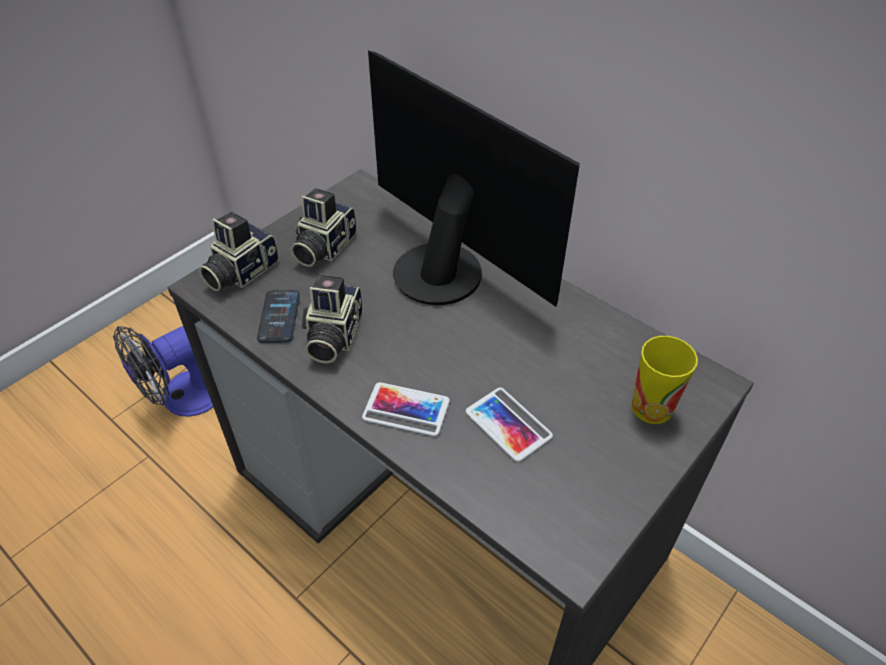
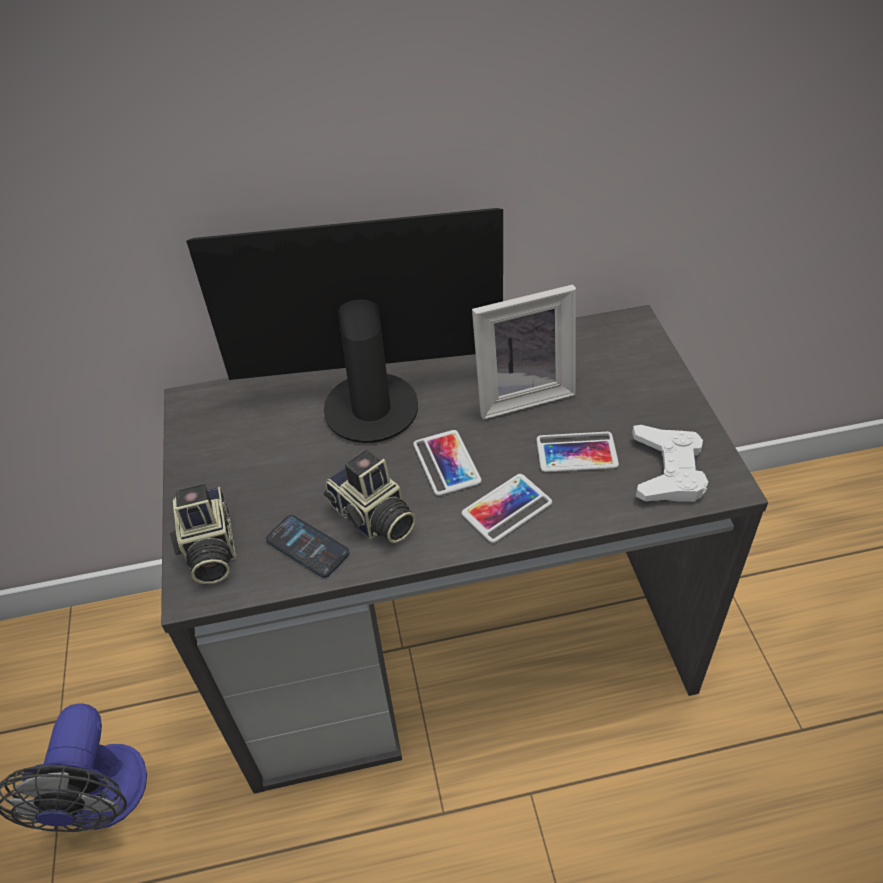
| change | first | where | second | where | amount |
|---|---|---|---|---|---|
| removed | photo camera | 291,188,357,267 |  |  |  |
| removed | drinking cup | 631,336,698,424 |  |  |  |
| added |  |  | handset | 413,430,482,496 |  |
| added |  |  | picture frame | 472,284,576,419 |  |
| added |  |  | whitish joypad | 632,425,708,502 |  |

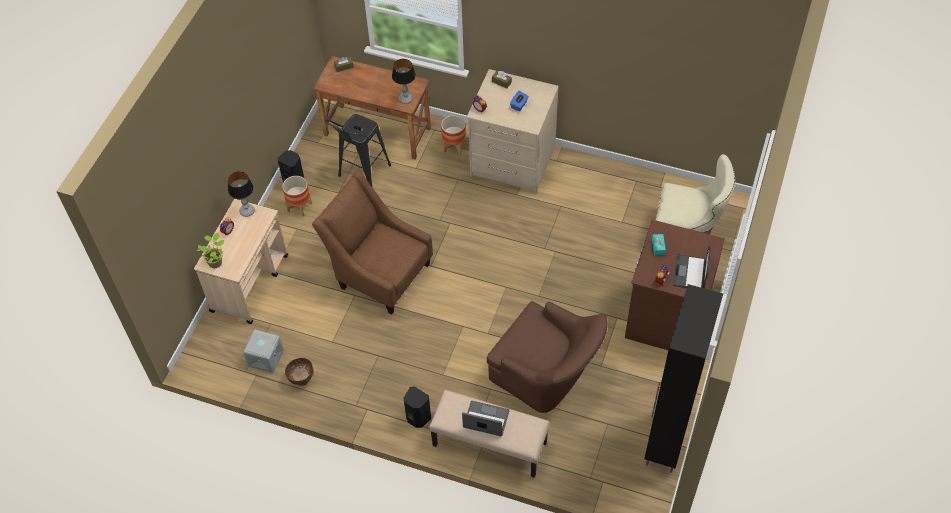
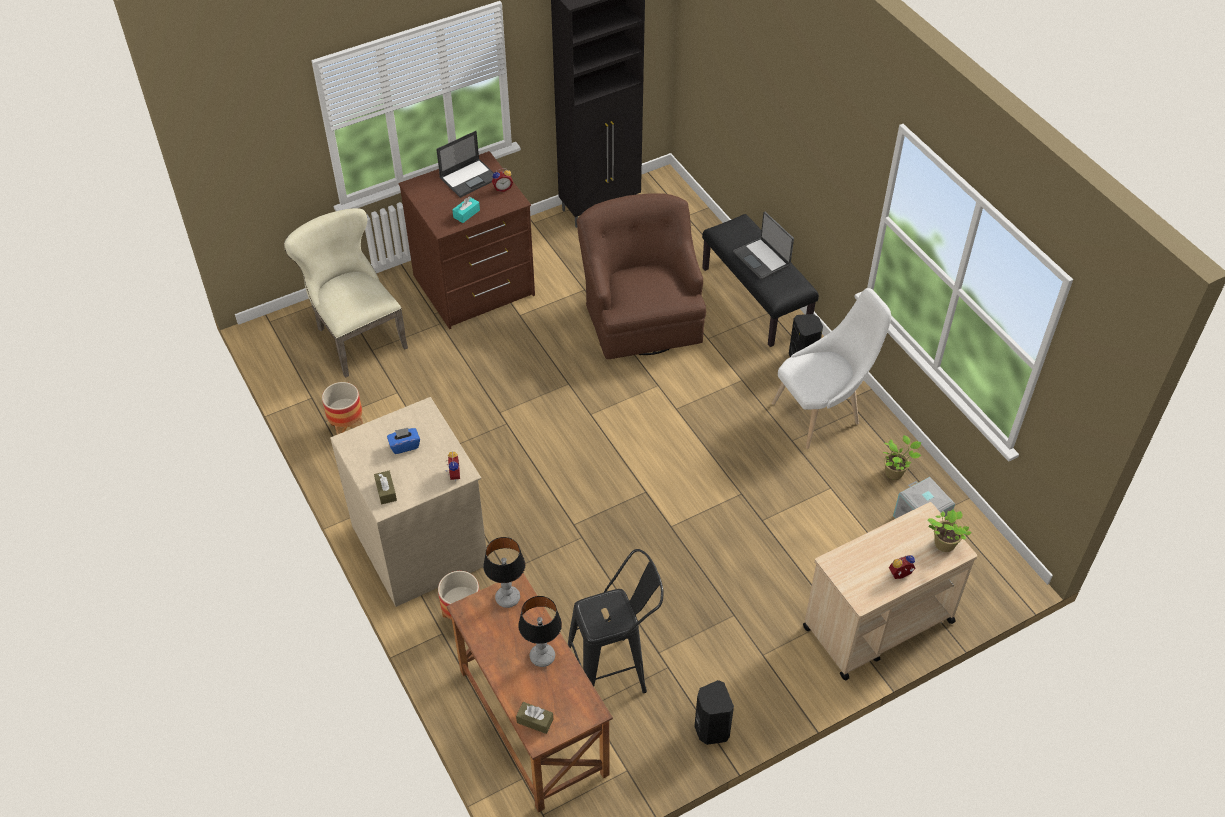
| change | first | where | second | where | amount |
|---|---|---|---|---|---|
| moved | table lamp | 228,171,255,217 |  | 518,596,562,667 |  |
| moved | planter | 282,176,312,217 |  | 322,382,363,435 |  |
| replaced | brown deep dish | 285,358,313,386 | houseplant | 883,435,921,480 |  |
| removed | brown easy chair | 312,171,433,314 |  |  |  |
| recoloured | beige bench | 429,390,550,478 | black bench | 702,214,819,347 |  |
| added |  |  | whitish upright chair | 772,288,891,449 |  |

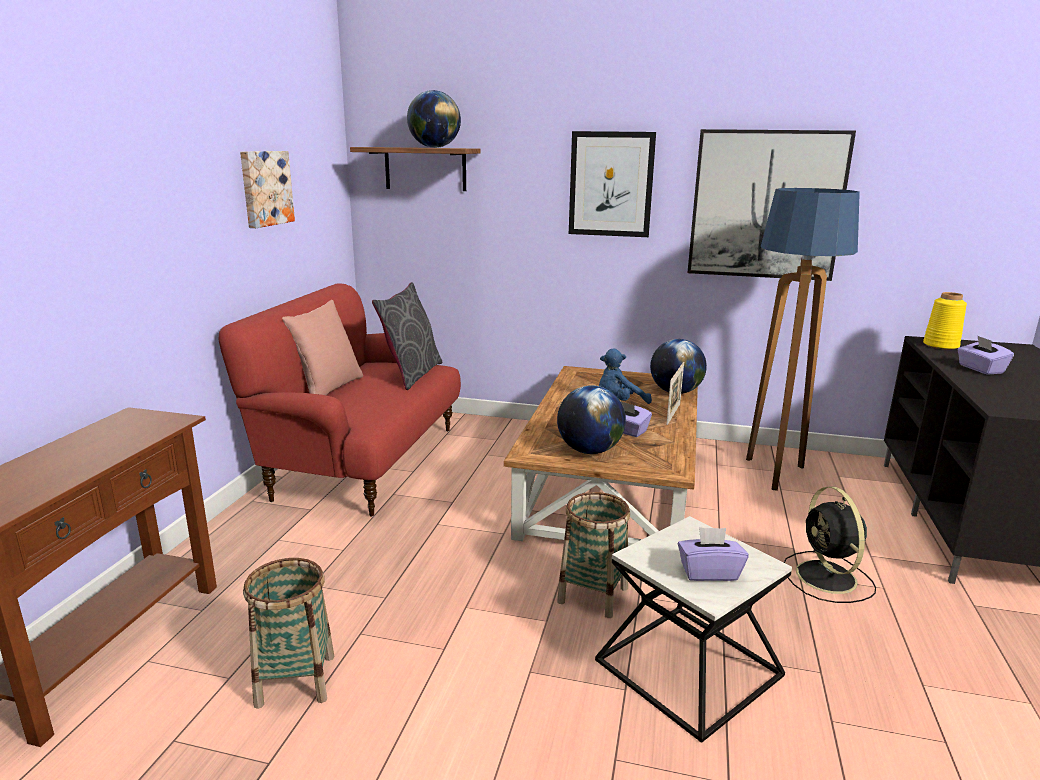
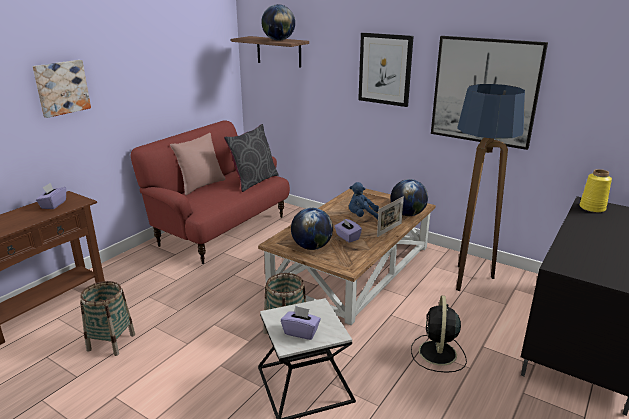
| change | first | where | second | where | amount |
|---|---|---|---|---|---|
| moved | wall art | 240,151,295,228 |  | 33,60,91,118 |  |
| moved | purple-coloured tissue holder | 957,335,1014,375 |  | 36,183,66,209 |  |

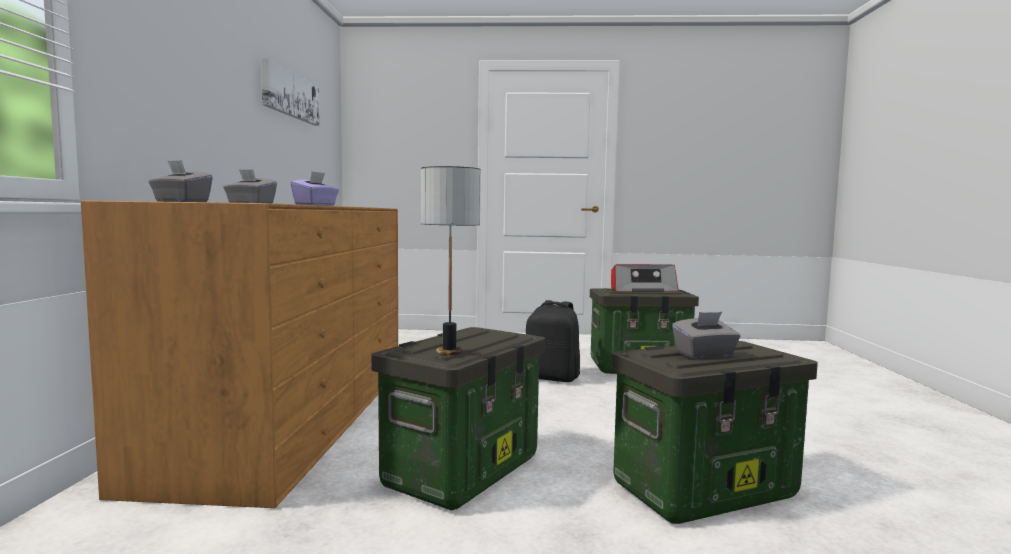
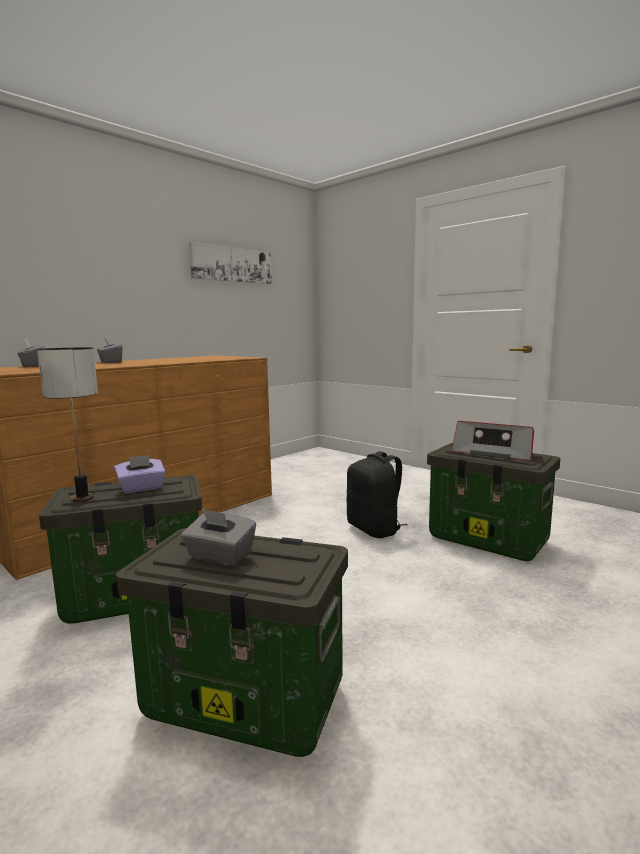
| change | first | where | second | where | amount |
|---|---|---|---|---|---|
| moved | purple-coloured tissue holder | 290,171,339,206 |  | 114,455,166,494 |  |

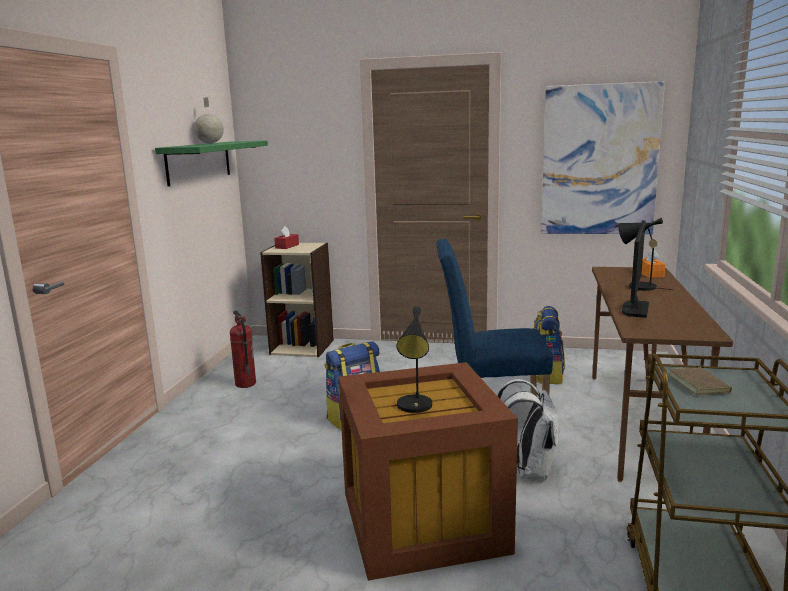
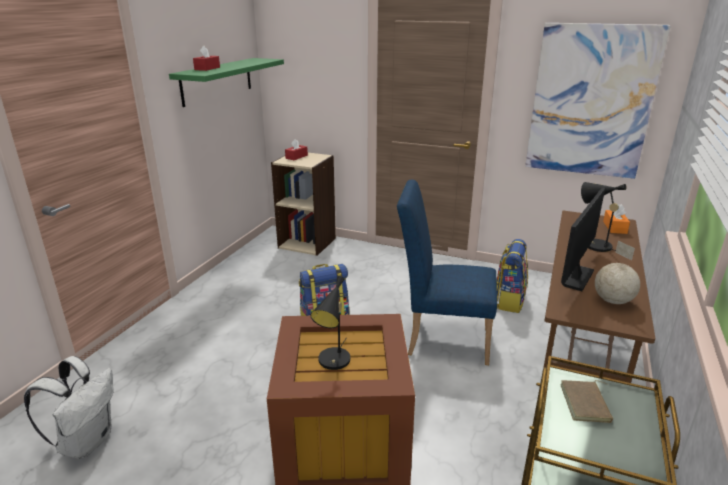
| change | first | where | second | where | amount |
|---|---|---|---|---|---|
| moved | desk globe | 194,97,224,144 |  | 595,241,640,304 |  |
| removed | fire extinguisher | 230,311,256,388 |  |  |  |
| moved | whitish knapsack | 497,379,560,480 |  | 24,356,114,459 |  |
| added |  |  | red-coloured tissue holder | 193,46,220,71 |  |

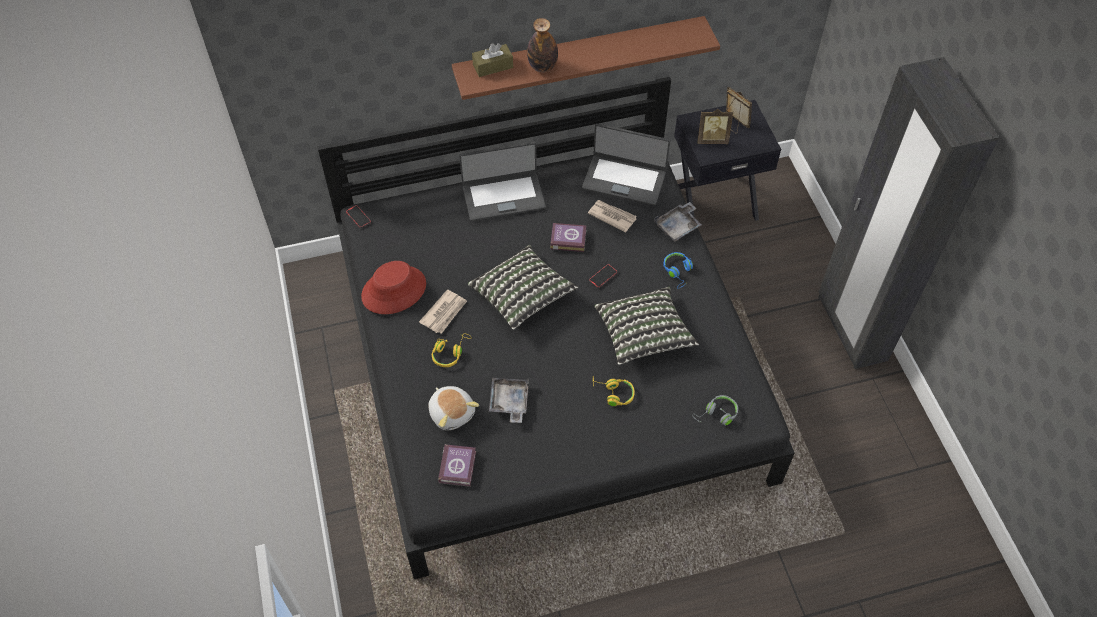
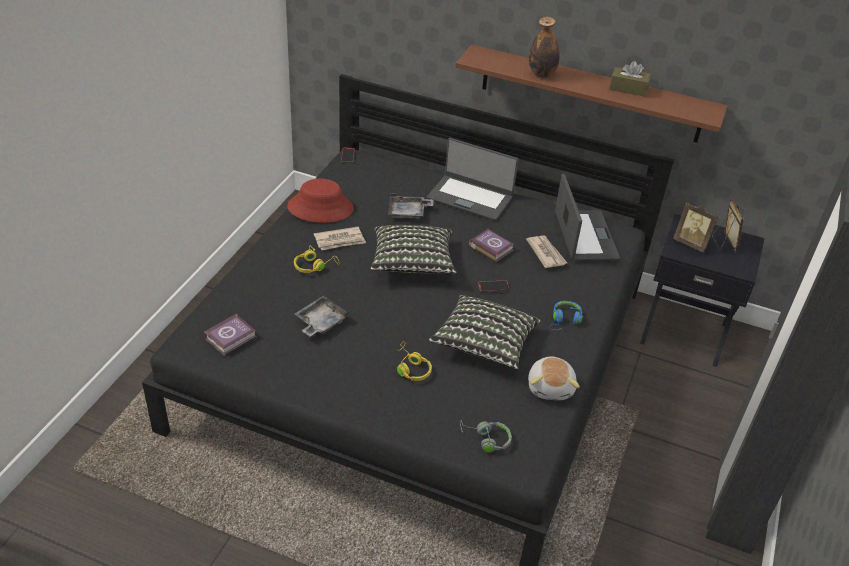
| change | first | where | second | where | amount |
|---|---|---|---|---|---|
| moved | plush toy | 428,386,479,430 |  | 528,356,580,400 |  |
| moved | brown tissue holder | 472,43,513,77 |  | 609,61,651,97 |  |
| turned | laptop | 582,123,670,205 |  | 555,174,620,261 | 150 degrees counterclockwise |
| moved | gray carrying tray | 654,202,702,241 |  | 388,193,434,219 |  |

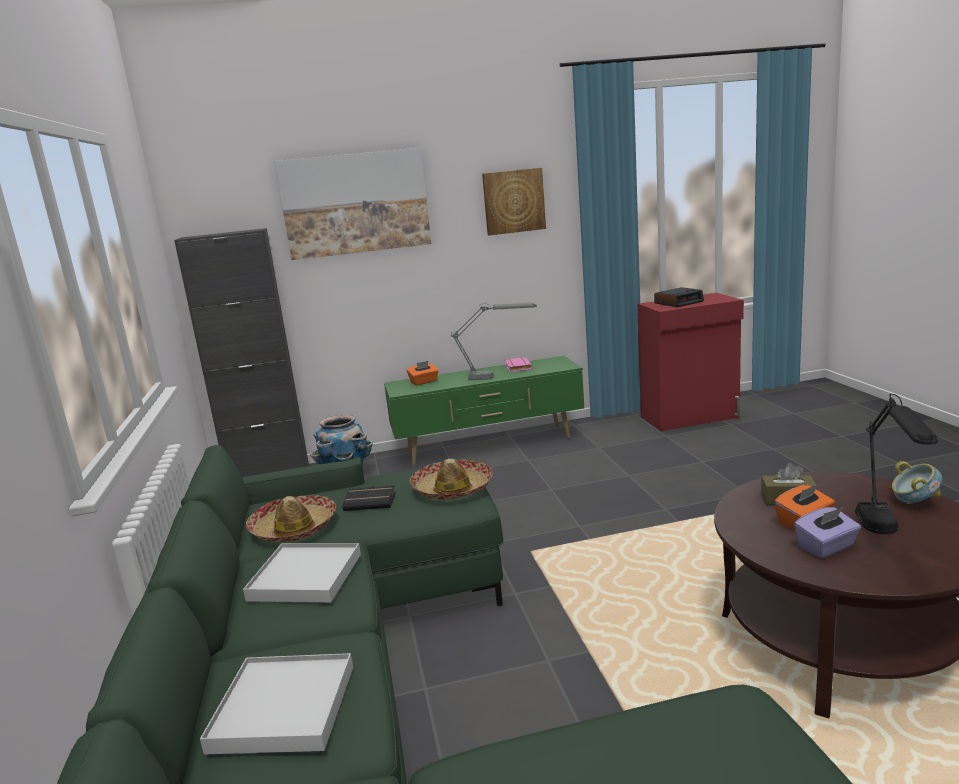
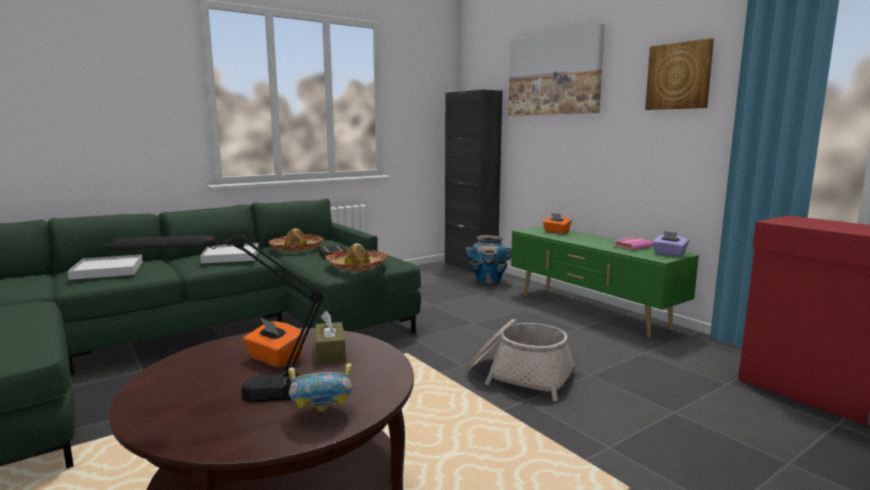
| change | first | where | second | where | amount |
|---|---|---|---|---|---|
| removed | gray table lamp | 452,303,537,380 |  |  |  |
| removed | bedside clock | 654,287,704,307 |  |  |  |
| moved | purple-coloured tissue holder | 794,507,861,558 |  | 652,231,689,257 |  |
| added |  |  | household basket | 467,319,577,401 |  |

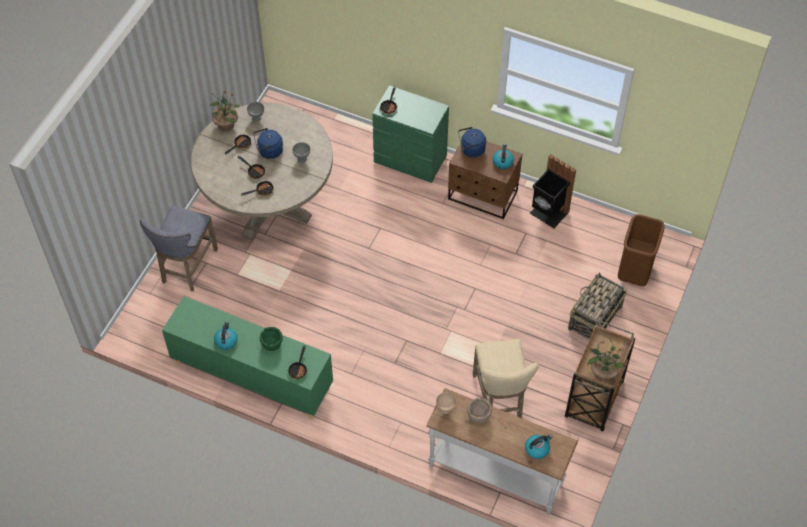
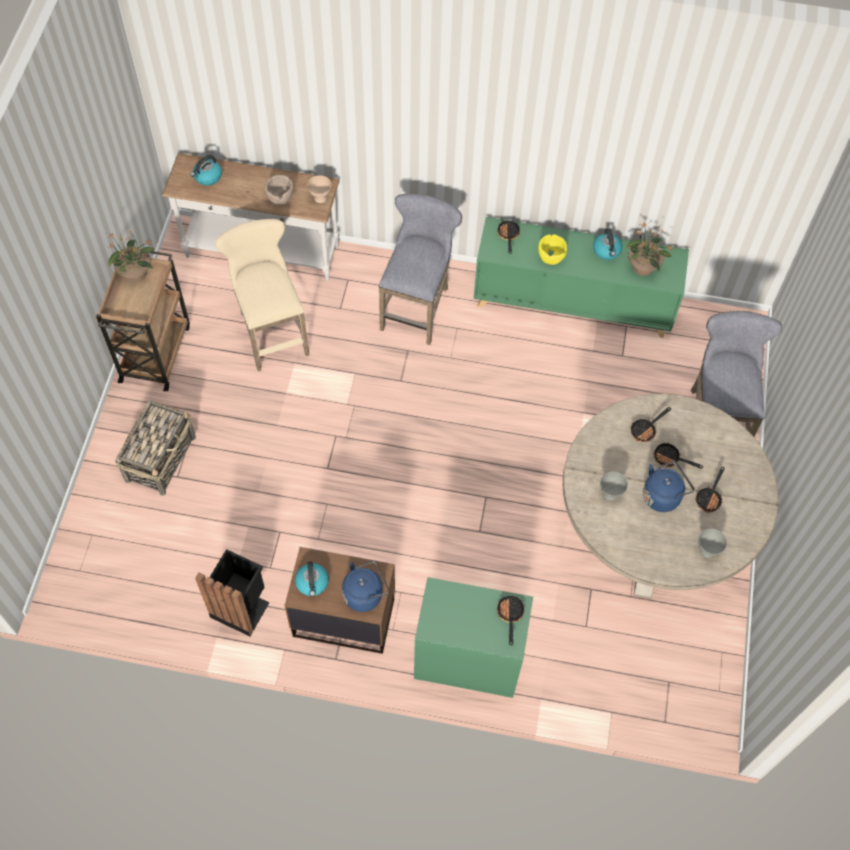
| change | first | where | second | where | amount |
|---|---|---|---|---|---|
| moved | houseplant | 209,90,240,131 |  | 626,223,673,276 |  |
| recoloured | greenish deep dish | 260,327,283,351 | yellow-coloured deep dish | 538,234,567,265 |  |
| removed | brown trash can | 618,214,665,286 |  |  |  |
| added |  |  | gray stool seat | 378,194,462,345 |  |

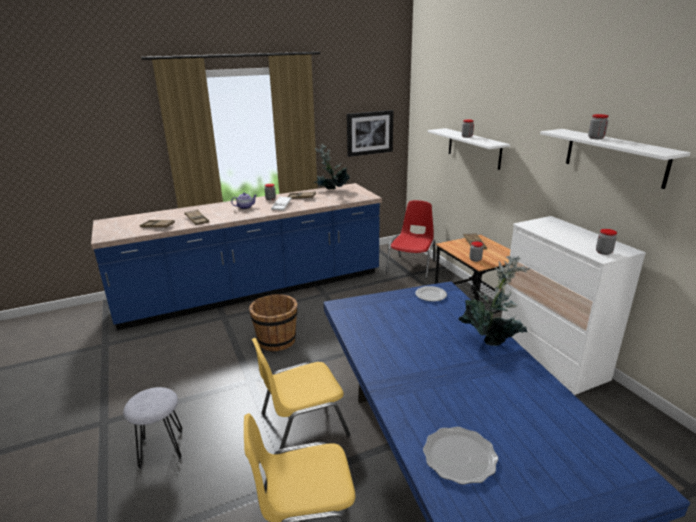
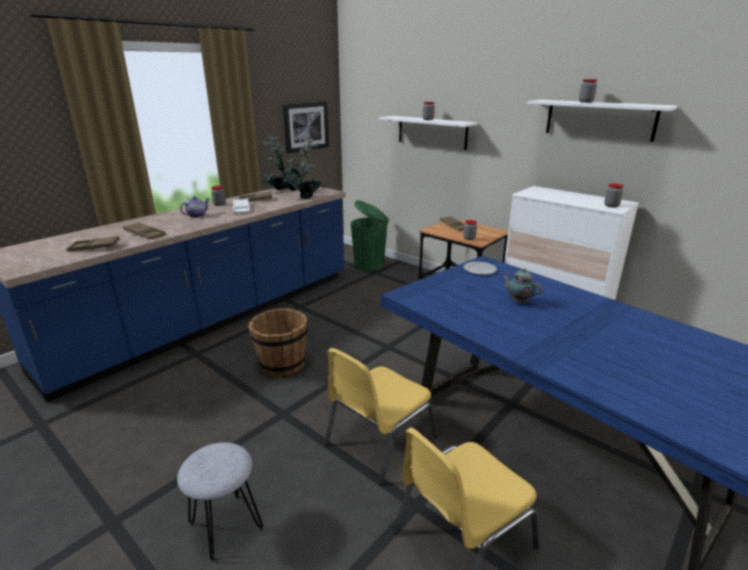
| change | first | where | second | where | amount |
|---|---|---|---|---|---|
| replaced | red-coloured upright chair | 386,200,435,279 | greenish trash can | 351,200,389,271 |  |
| removed | flat dish | 423,427,498,485 |  |  |  |
| moved | houseplant | 458,256,530,346 |  | 281,138,325,199 |  |
| added |  |  | teapot | 502,268,542,303 |  |

